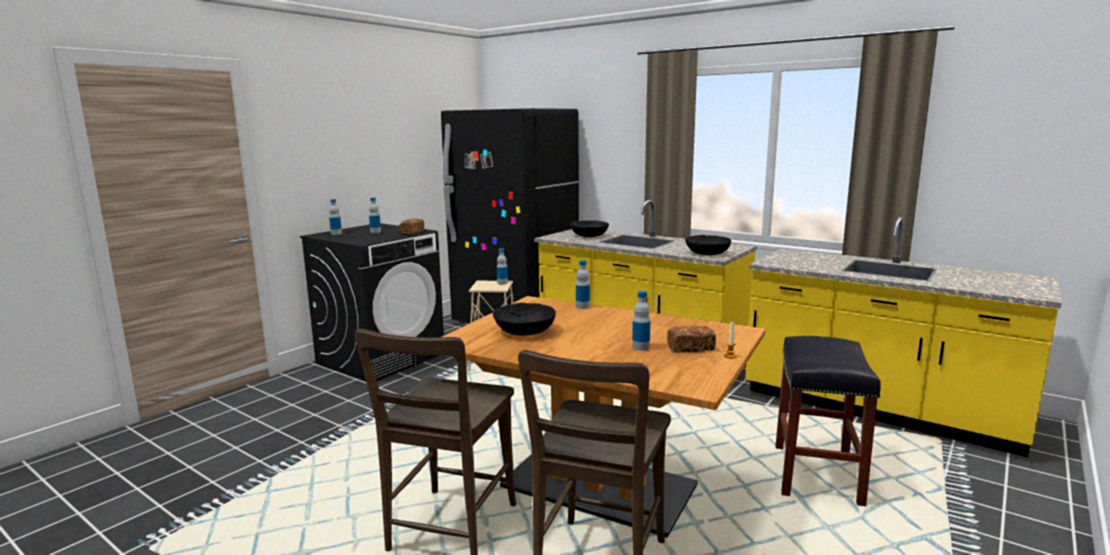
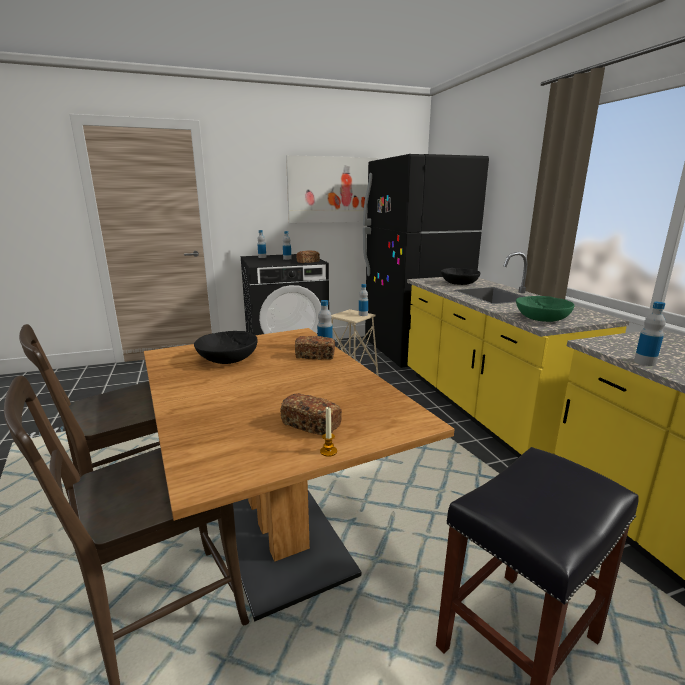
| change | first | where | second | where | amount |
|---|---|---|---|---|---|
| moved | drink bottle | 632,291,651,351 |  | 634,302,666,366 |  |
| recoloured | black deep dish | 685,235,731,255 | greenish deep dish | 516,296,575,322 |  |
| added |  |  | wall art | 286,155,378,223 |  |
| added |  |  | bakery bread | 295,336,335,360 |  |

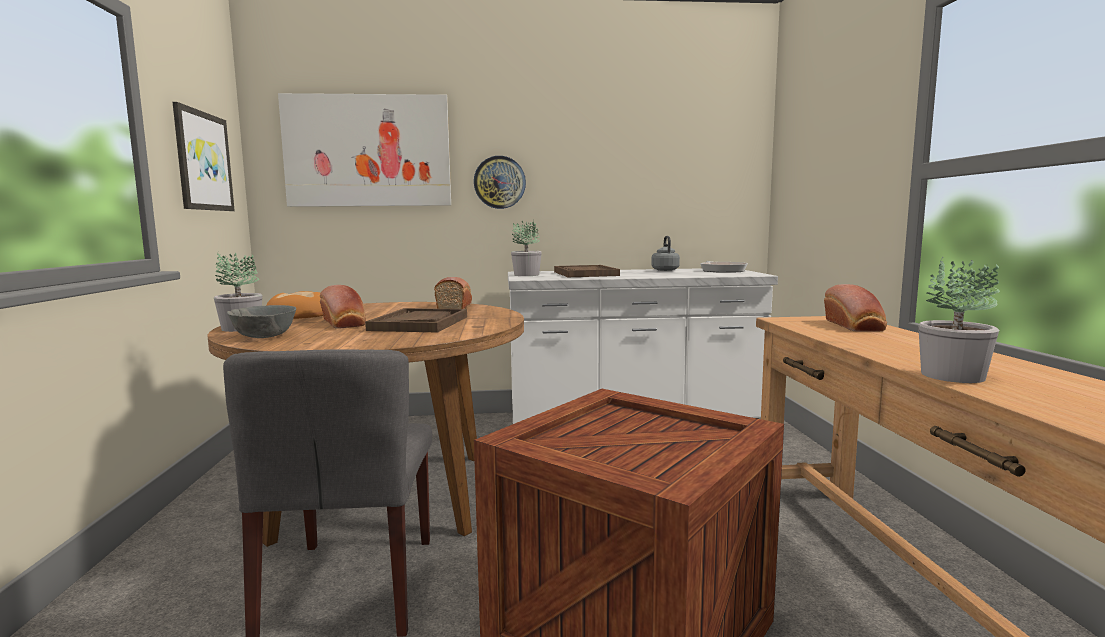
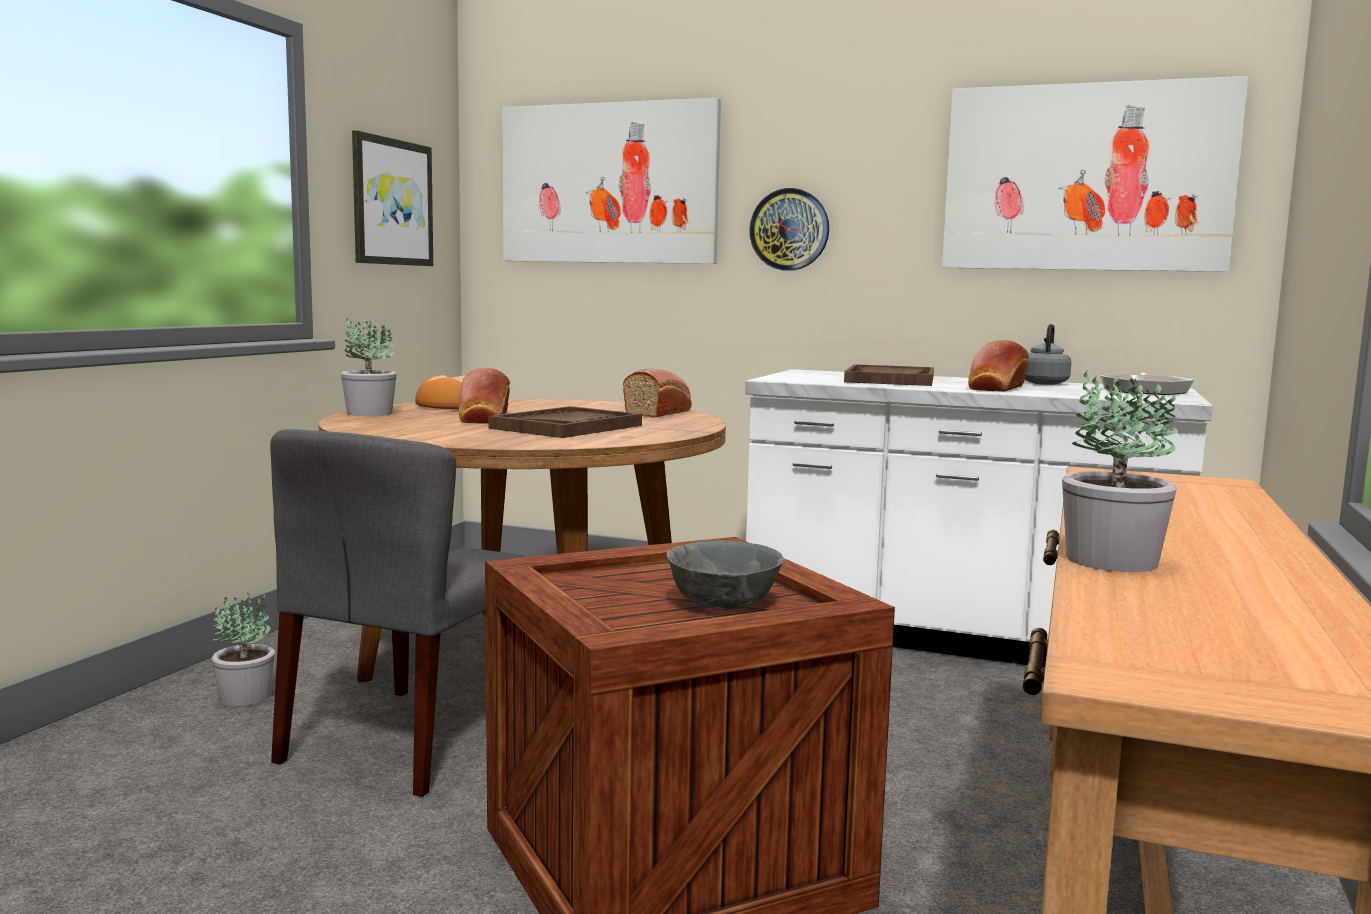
| change | first | where | second | where | amount |
|---|---|---|---|---|---|
| moved | gray deep dish | 227,305,296,338 |  | 666,540,784,610 |  |
| moved | houseplant | 511,220,542,276 |  | 211,592,275,706 |  |
| moved | bakery bread | 824,284,887,332 |  | 968,340,1029,392 |  |
| added |  |  | wall art | 942,76,1248,272 |  |

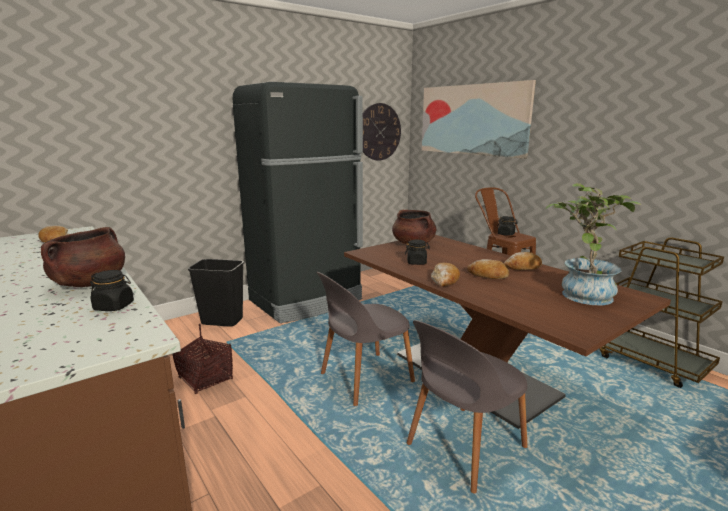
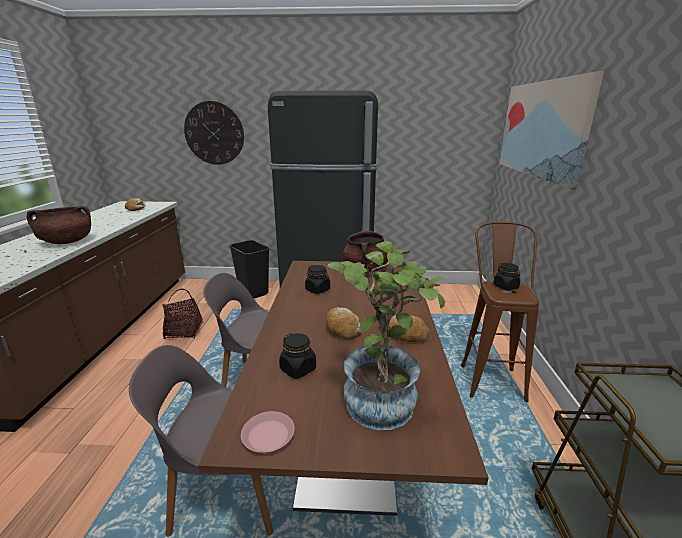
| change | first | where | second | where | amount |
|---|---|---|---|---|---|
| moved | black storage jar | 90,270,134,311 |  | 279,333,316,379 |  |
| moved | wall clock | 363,103,401,161 |  | 184,101,244,165 |  |
| removed | bakery bread | 431,263,460,287 |  |  |  |
| added |  |  | pink-coloured flat dish | 241,411,295,453 |  |

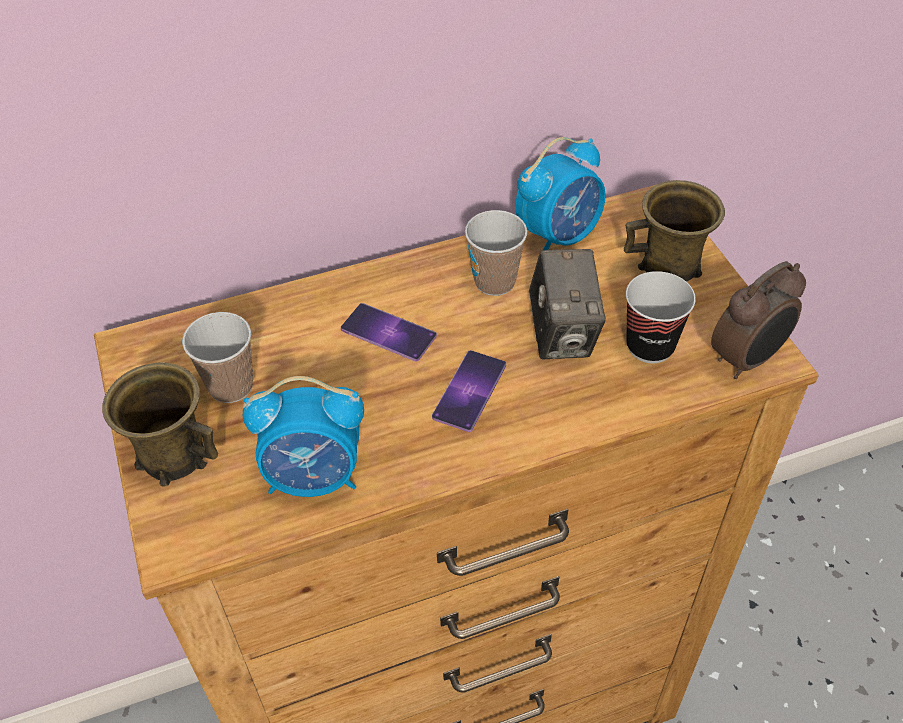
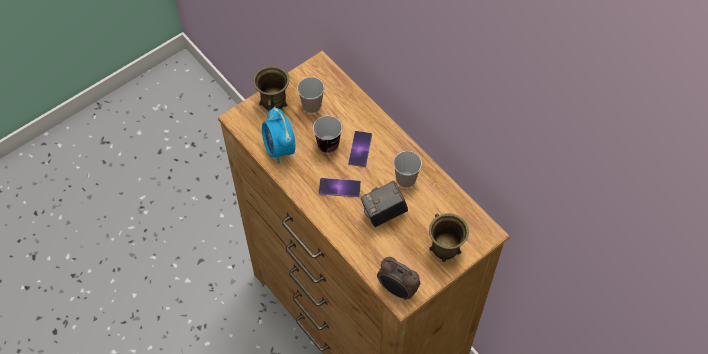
| change | first | where | second | where | amount |
|---|---|---|---|---|---|
| removed | bedside clock | 515,137,606,250 |  |  |  |
| moved | drinking cup | 626,271,696,363 |  | 313,116,342,153 |  |

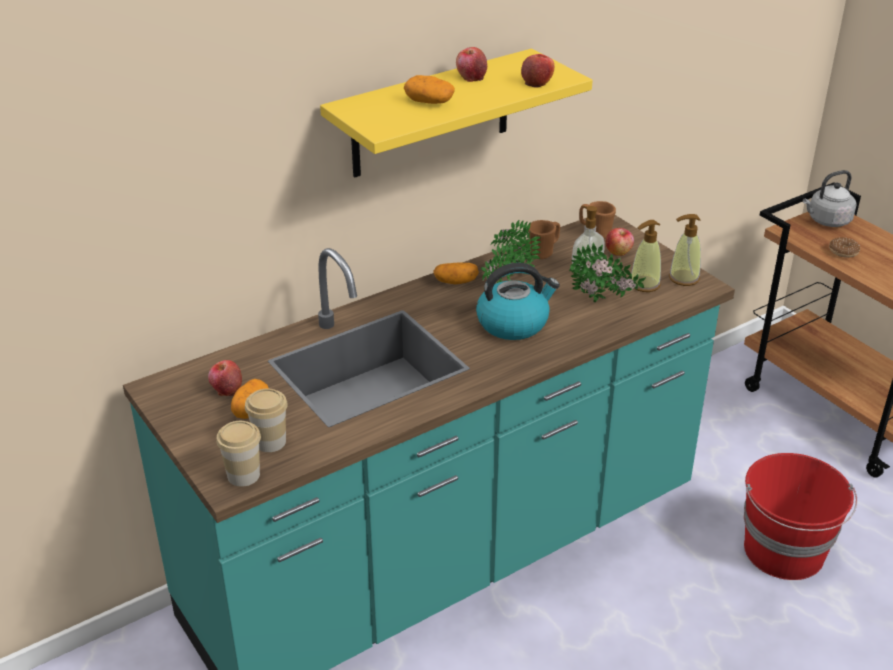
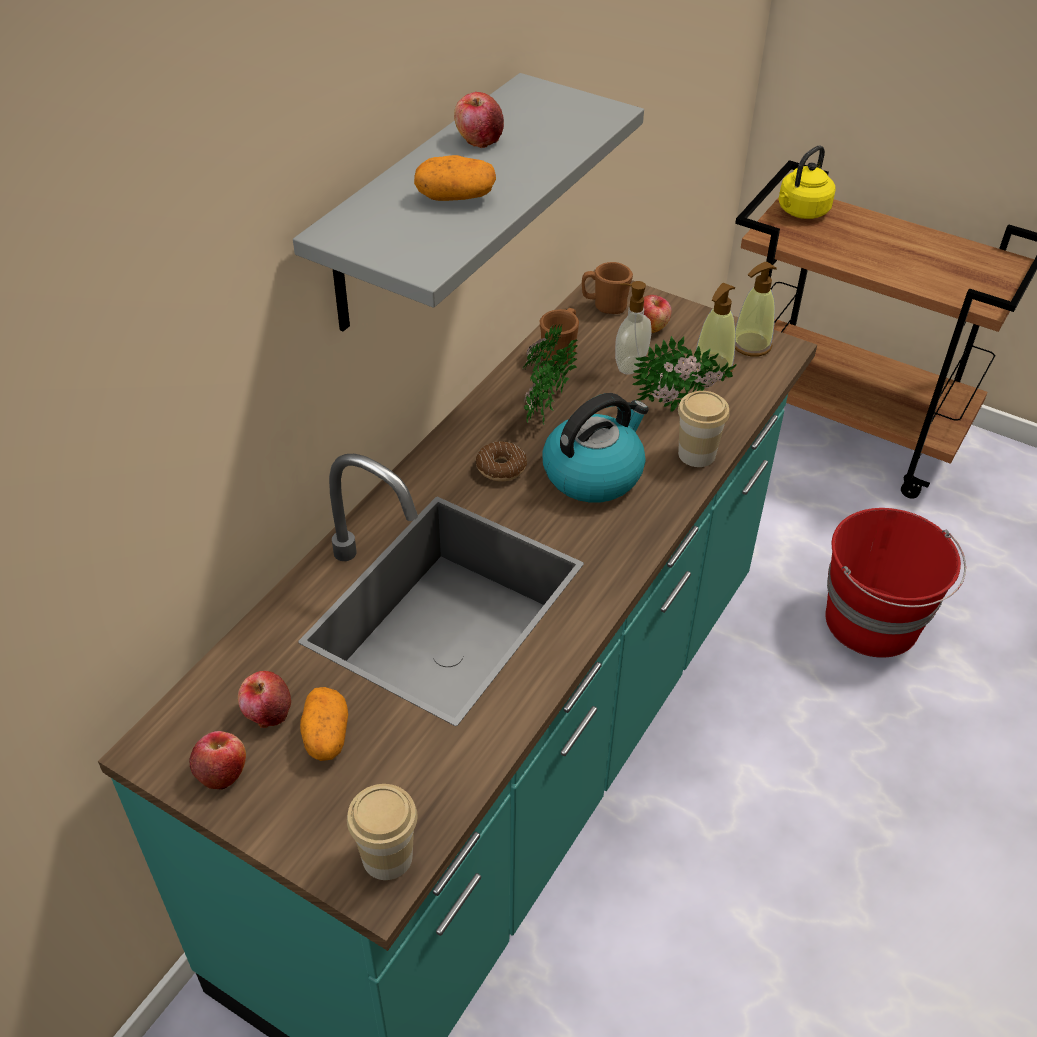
| change | first | where | second | where | amount |
|---|---|---|---|---|---|
| moved | drinking cup | 245,388,288,452 |  | 678,391,730,467 |  |
| recoloured | yellow-coloured bracket shelf | 320,49,593,177 | gray bracket shelf | 293,73,644,331 |  |
| removed | whole potato | 434,263,479,284 |  |  |  |
| moved | whole apple | 521,54,555,87 |  | 189,731,246,790 |  |
| recoloured | gray water kettle | 803,170,856,227 | yellow-coloured water kettle | 778,145,836,219 |  |
| moved | ring doughnut | 829,237,860,258 |  | 476,441,527,481 |  |

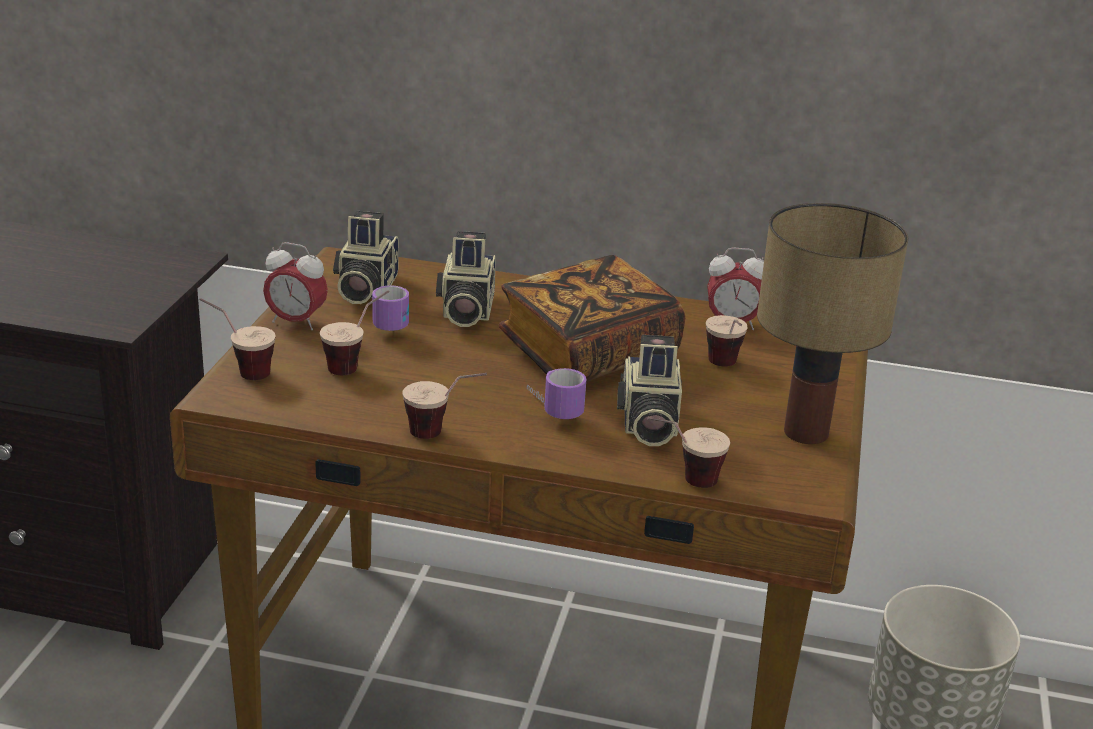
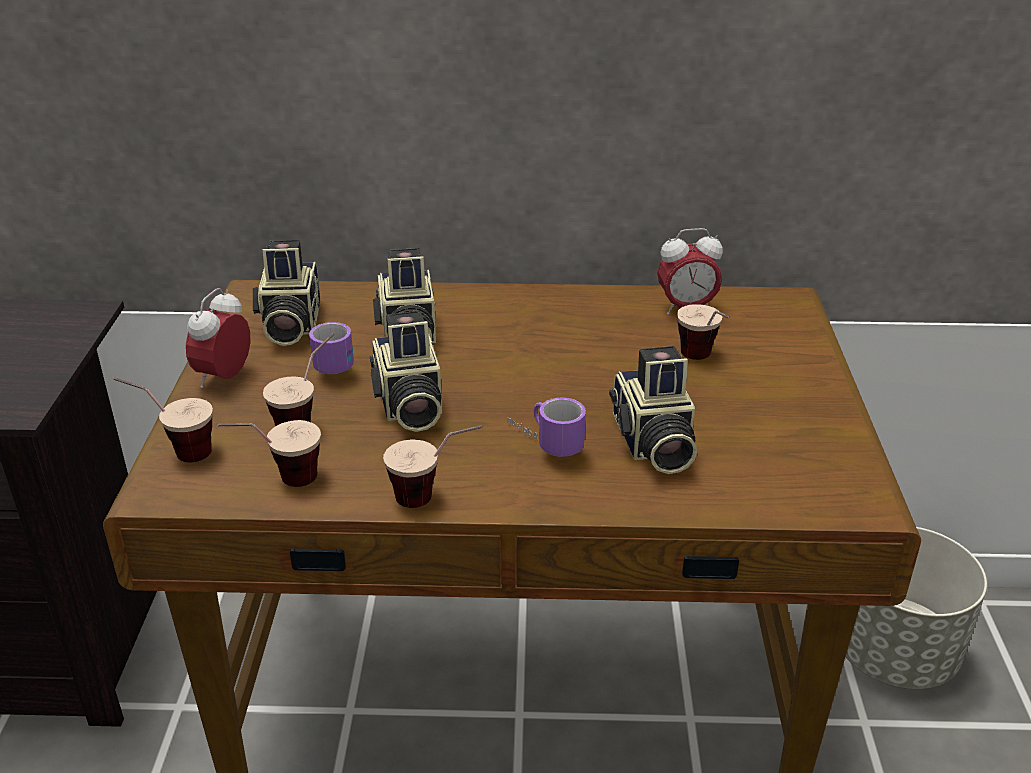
| change | first | where | second | where | amount |
|---|---|---|---|---|---|
| turned | bedside clock | 263,242,328,330 |  | 186,288,250,388 | 105 degrees clockwise |
| removed | volume | 499,255,685,382 |  |  |  |
| moved | drinking cup | 647,417,730,488 |  | 217,420,321,487 |  |
| removed | table lamp | 757,203,909,444 |  |  |  |
| added |  |  | photo camera | 370,311,442,432 |  |

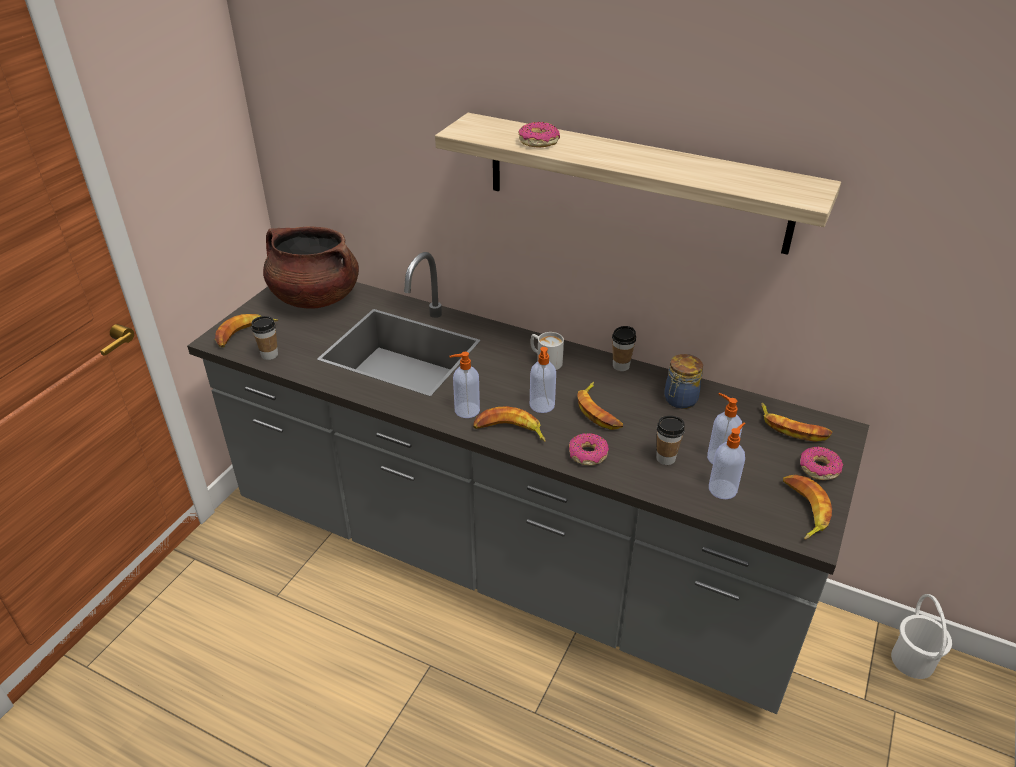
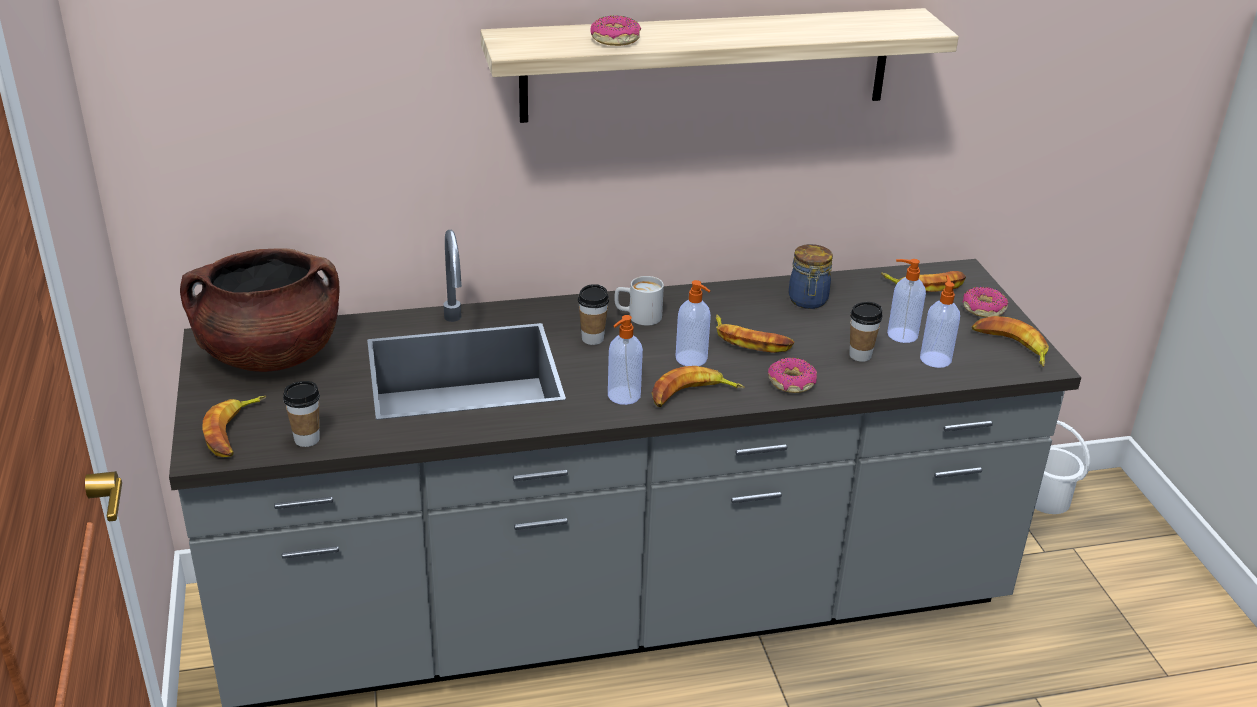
| change | first | where | second | where | amount |
|---|---|---|---|---|---|
| moved | drinking cup | 612,326,636,371 |  | 578,284,609,345 |  |

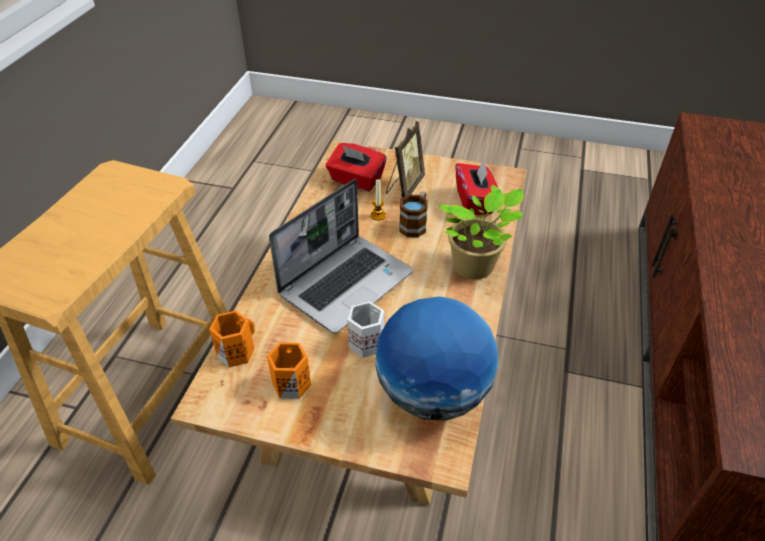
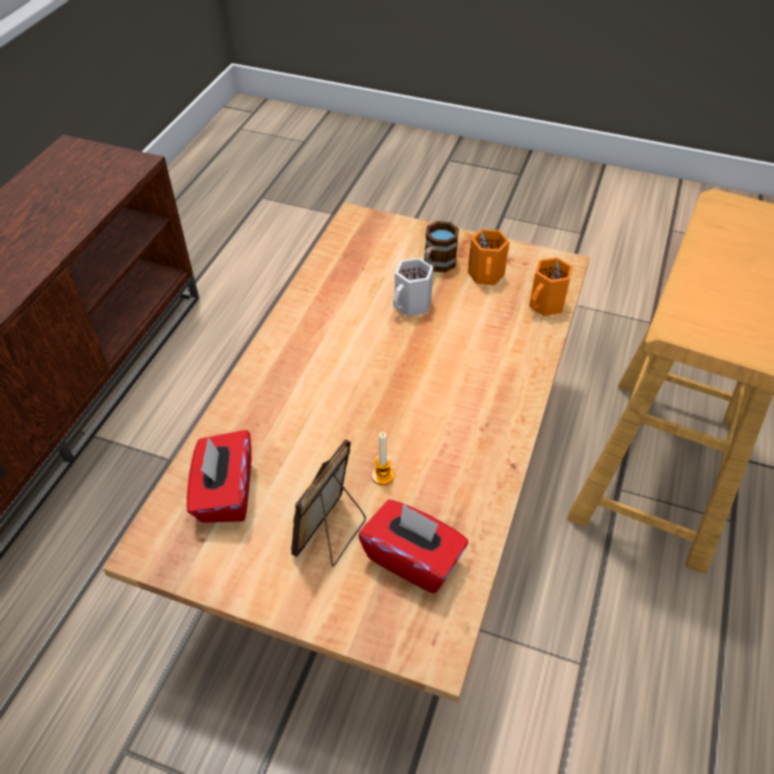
| change | first | where | second | where | amount |
|---|---|---|---|---|---|
| removed | laptop | 269,179,413,333 |  |  |  |
| removed | desk globe | 375,296,499,421 |  |  |  |
| moved | coffee mug | 399,191,428,237 |  | 424,221,459,272 |  |
| removed | houseplant | 438,185,524,279 |  |  |  |

